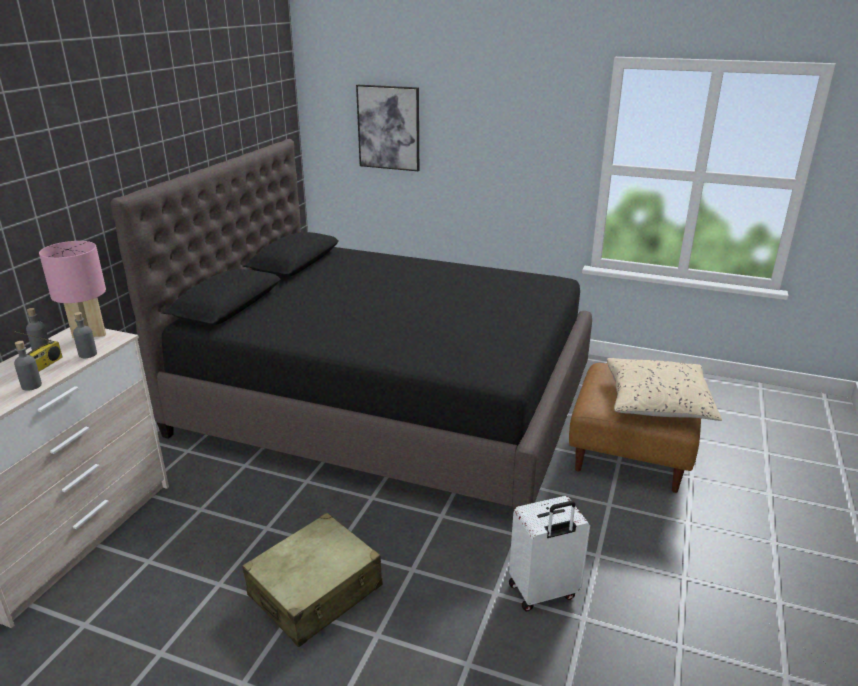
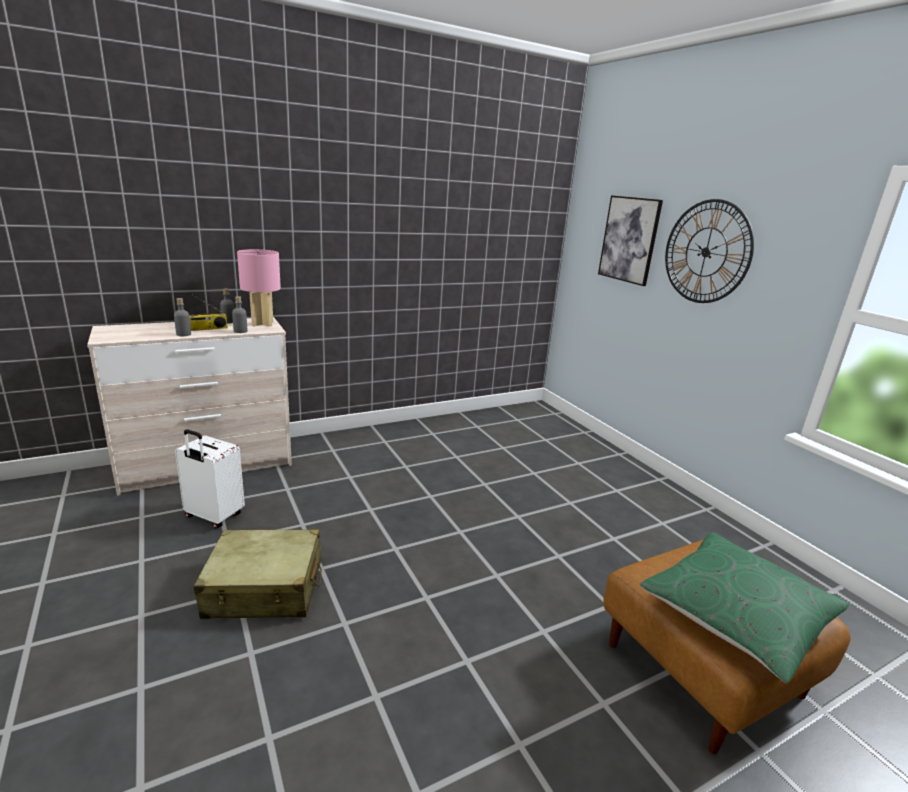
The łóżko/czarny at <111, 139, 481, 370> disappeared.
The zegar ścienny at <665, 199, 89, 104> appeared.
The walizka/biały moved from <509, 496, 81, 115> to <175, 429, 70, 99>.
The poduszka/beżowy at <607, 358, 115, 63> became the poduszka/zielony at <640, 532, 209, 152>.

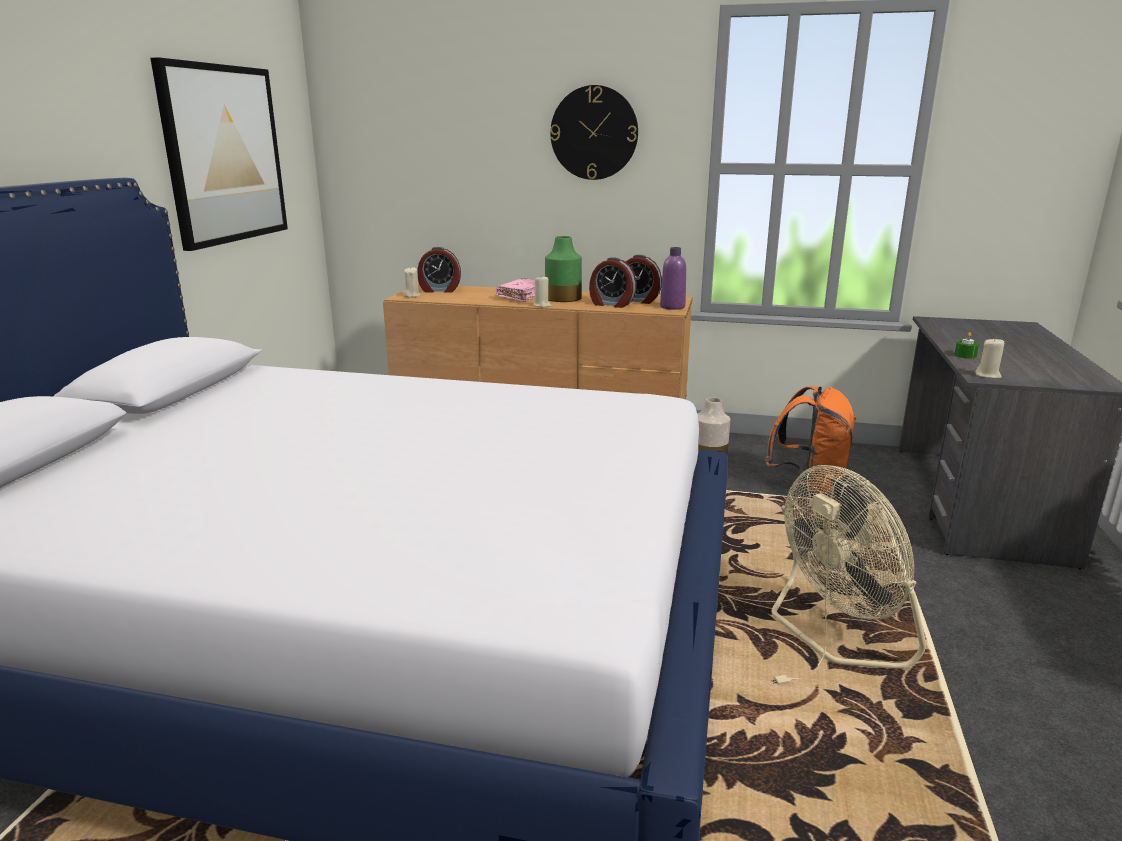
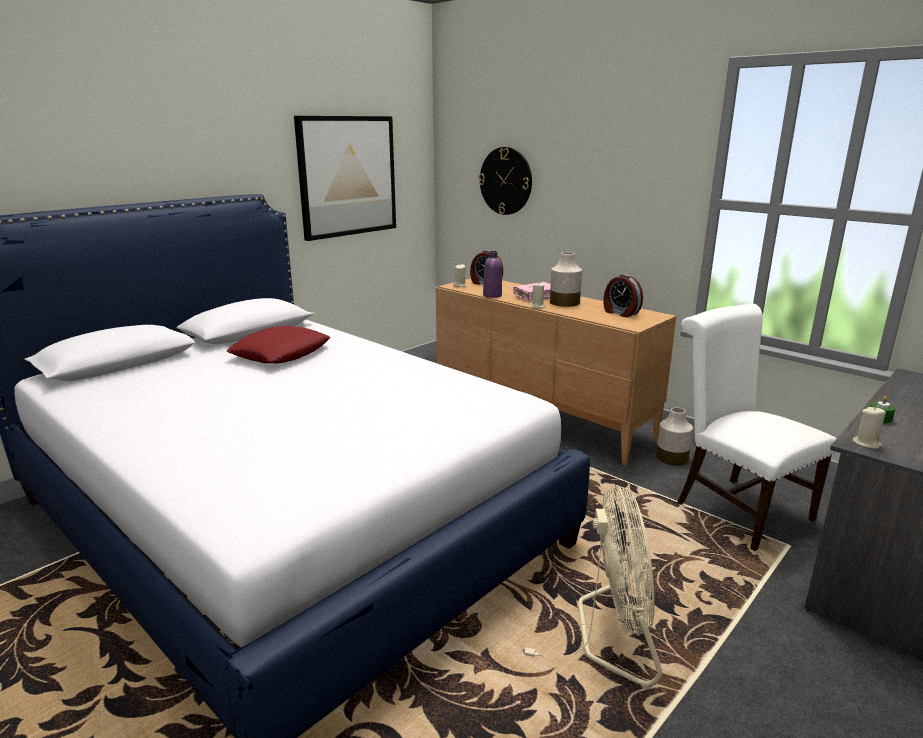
The budzik at <589, 257, 48, 51> disappeared.
The poduszka/czerwony at <227, 326, 103, 37> appeared.
The zegar ścienny moved from <550, 85, 88, 95> to <479, 147, 53, 68>.
The butelka/fioletowy moved from <660, 247, 26, 63> to <483, 251, 19, 47>.
The plecak/pomarańczowy at <765, 386, 91, 110> was replaced by the krzesło/biały at <677, 303, 160, 248>.
The wazon/zielony at <545, 236, 37, 66> became the wazon/beżowy at <550, 252, 32, 55>.

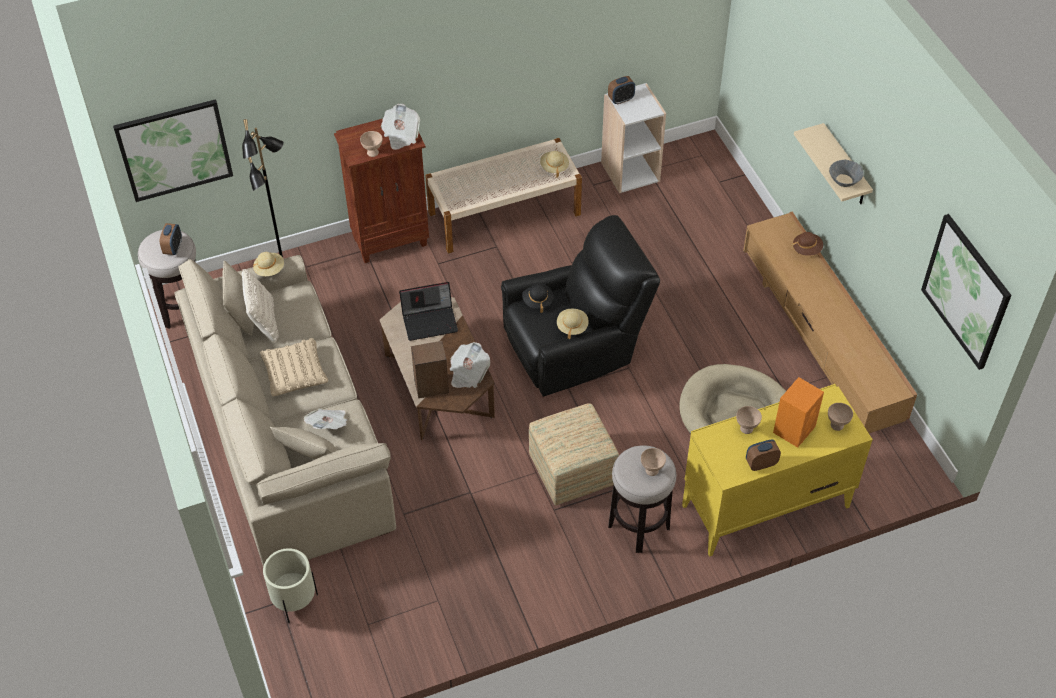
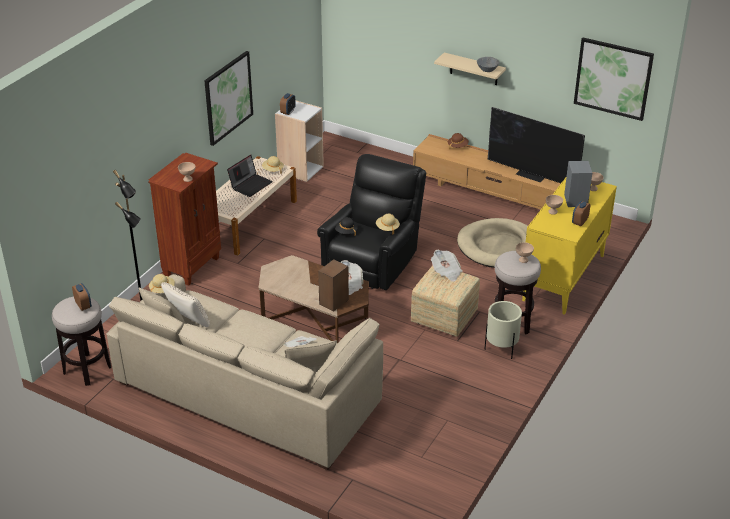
The poduszka/beżowy at <260, 338, 68, 58> disappeared.
The telewizor at <488, 107, 97, 76> appeared.
The obraz moved from <113, 99, 120, 103> to <204, 51, 49, 95>.
The donica/beżowy moved from <263, 548, 55, 76> to <485, 301, 37, 58>.
The gazeta moved from <381, 104, 39, 46> to <431, 250, 32, 32>.
The laptop moved from <399, 282, 59, 59> to <227, 155, 46, 42>.
The głośnik/pomarańczowy at <773, 377, 51, 71> became the głośnik/szary at <564, 161, 28, 46>.

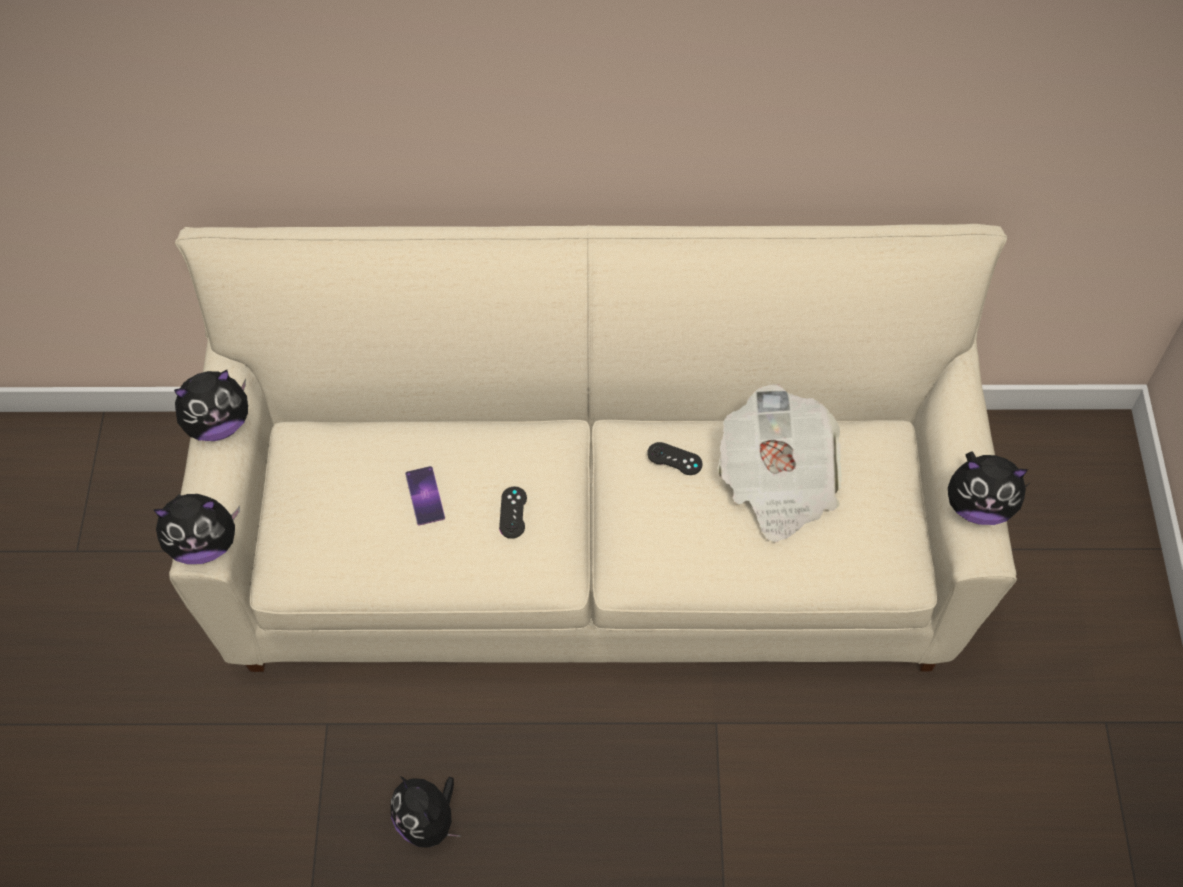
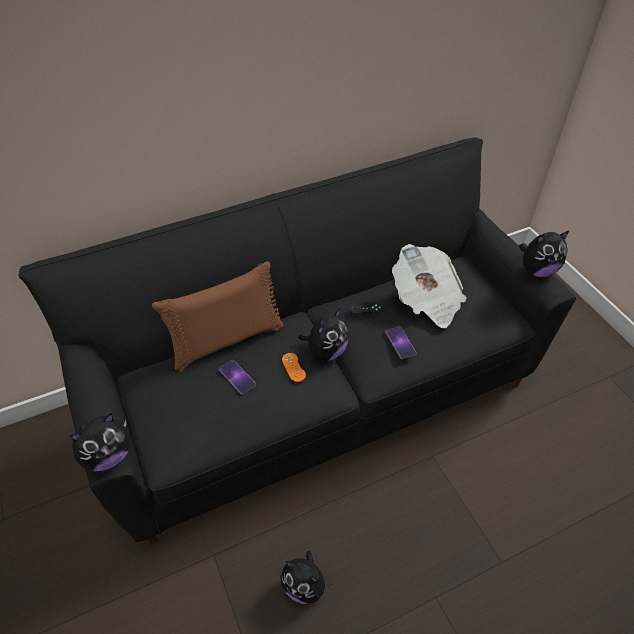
The poduszka/brązowy at <152, 261, 131, 110> appeared.
The telefon at <385, 326, 32, 33> appeared.
The pluszak moved from <174, 370, 74, 71> to <298, 308, 51, 53>.
The kanapa/beżowy at <169, 224, 848, 448> became the kanapa/czarny at <18, 137, 558, 408>.
The pad do gier/czarny at <499, 486, 28, 53> became the pad do gier/pomarańczowy at <282, 353, 24, 29>.

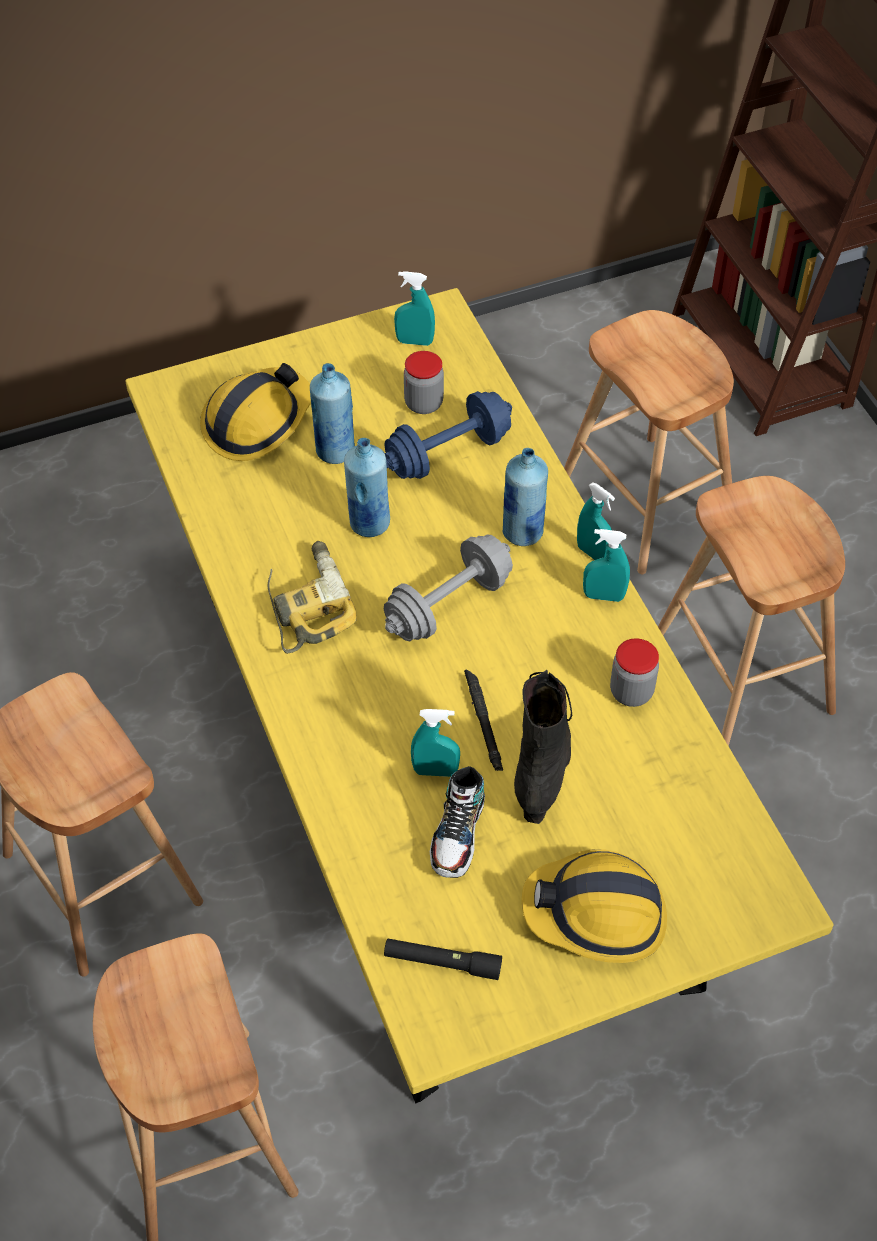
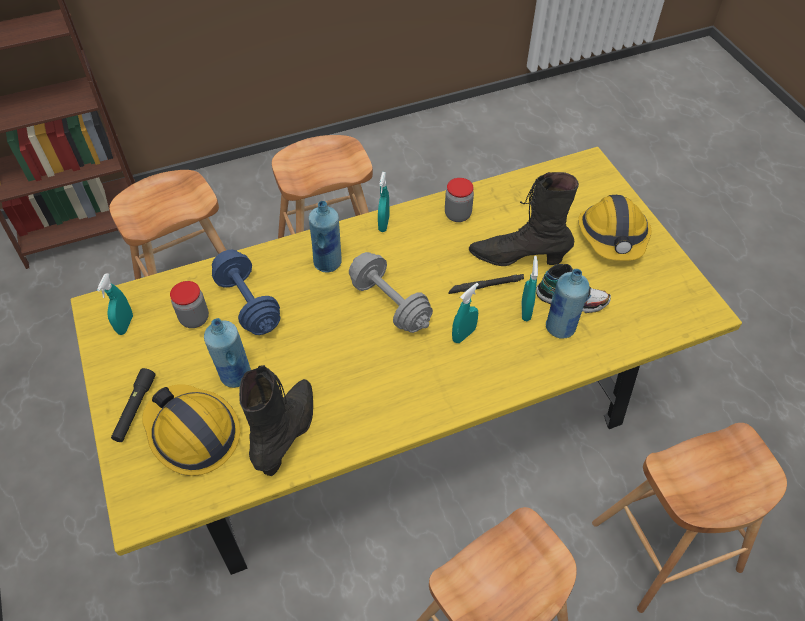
The wiertarka at <267, 541, 90, 113> disappeared.
The but z cholewką/czarny at <239, 365, 74, 111> appeared.
The butelka/niebieski moved from <344, 438, 46, 99> to <546, 269, 44, 70>.
The latarka/czarny moved from <384, 939, 118, 41> to <111, 368, 45, 74>.
The spryskiwacz/turkusowy moved from <577, 482, 38, 78> to <452, 283, 27, 60>.

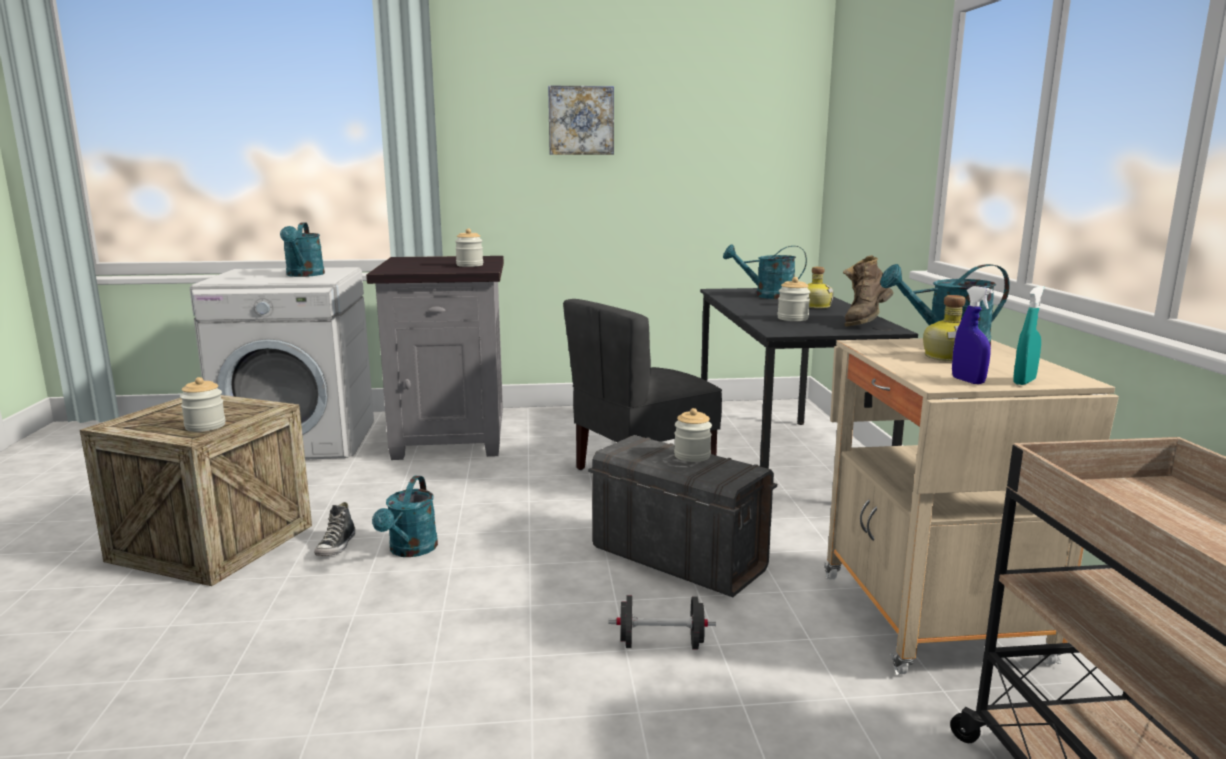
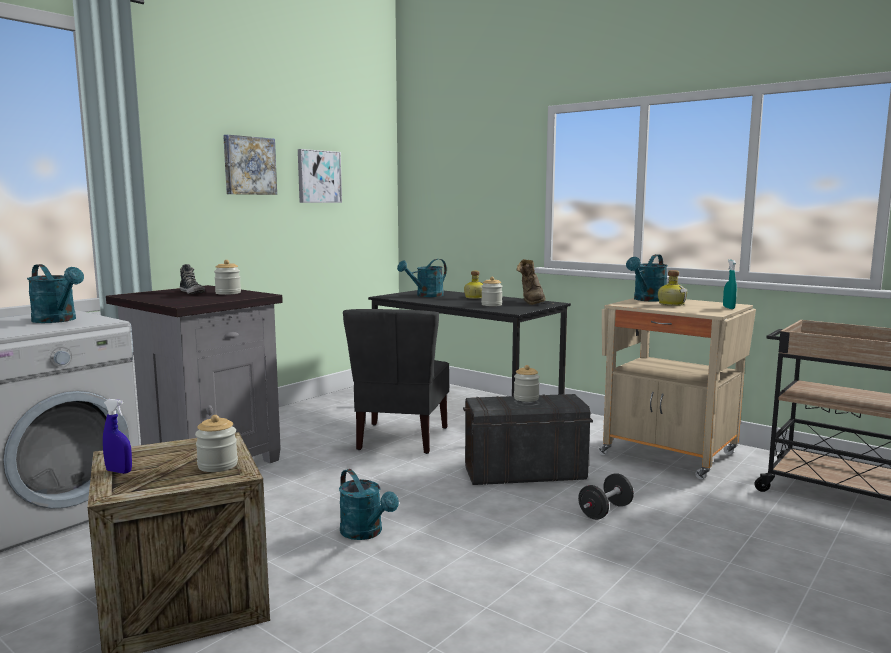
The obraz at <298, 149, 44, 54> appeared.
The but moved from <314, 502, 41, 55> to <180, 264, 25, 30>.
The spryskiwacz/niebieski moved from <952, 286, 41, 98> to <103, 399, 29, 75>.

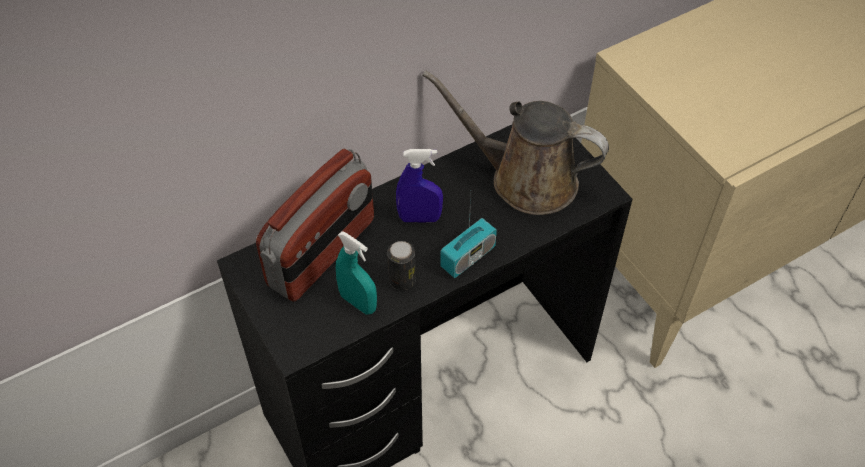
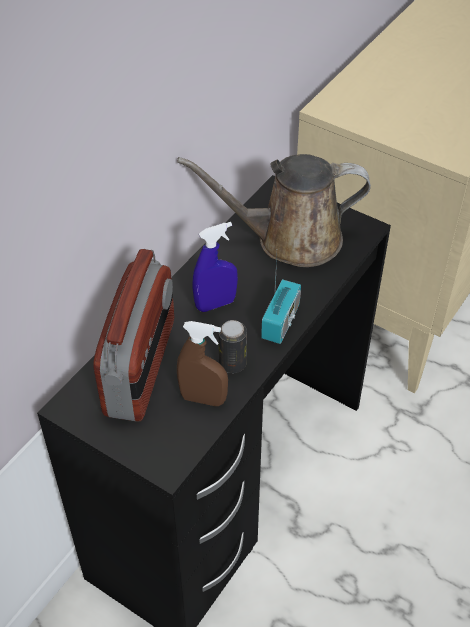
The spryskiwacz/turkusowy at <336, 231, 41, 84> became the spryskiwacz/brązowy at <177, 321, 51, 85>.

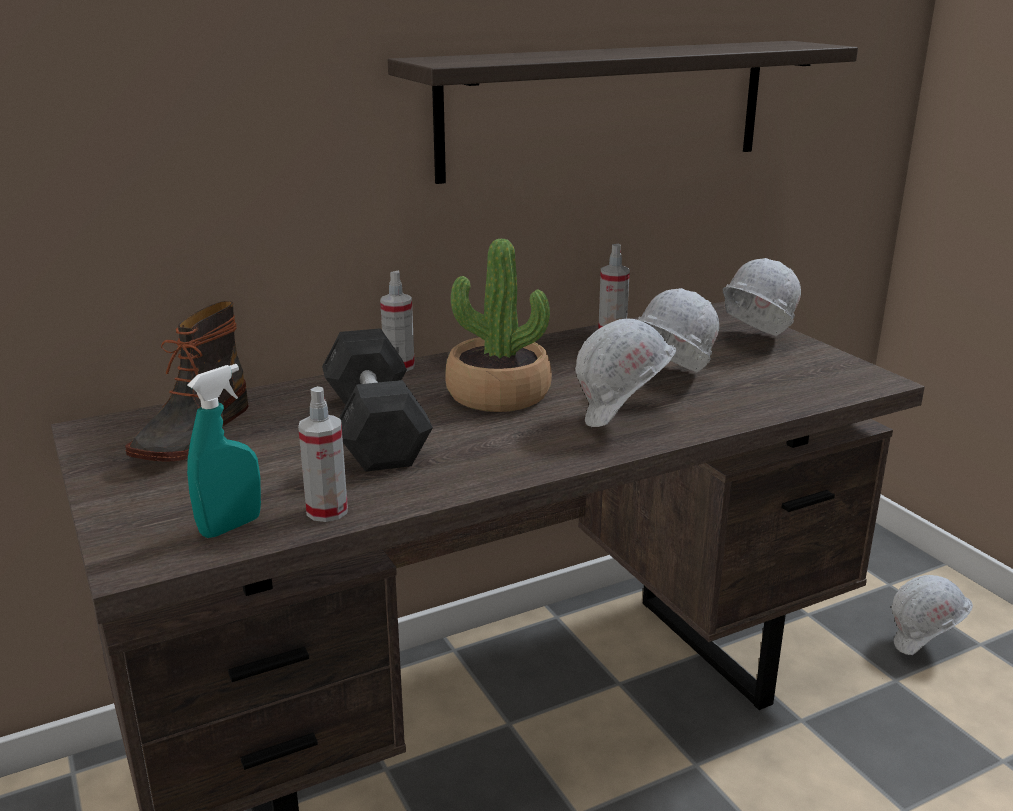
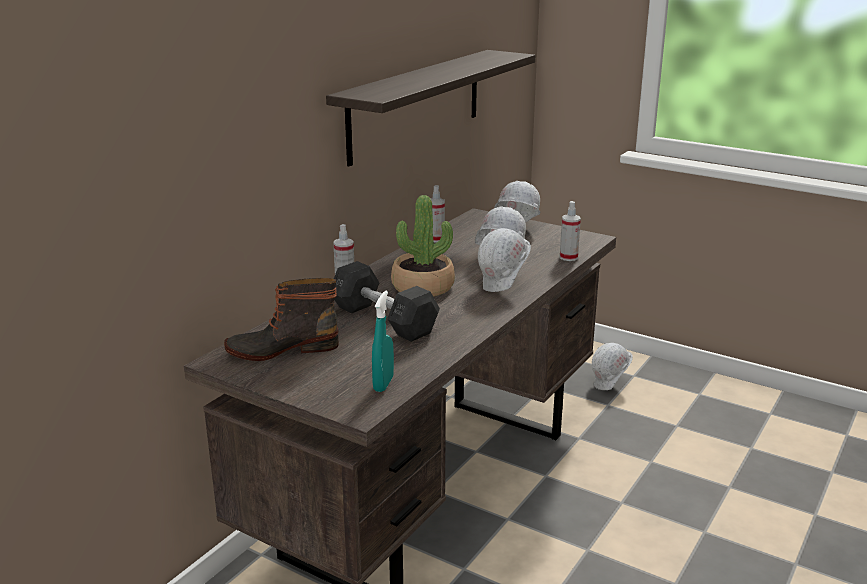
The spryskiwacz moved from <298, 386, 50, 136> to <560, 201, 21, 60>.
The but z cholewką at <125, 301, 124, 160> turned 90 degrees clockwise.

